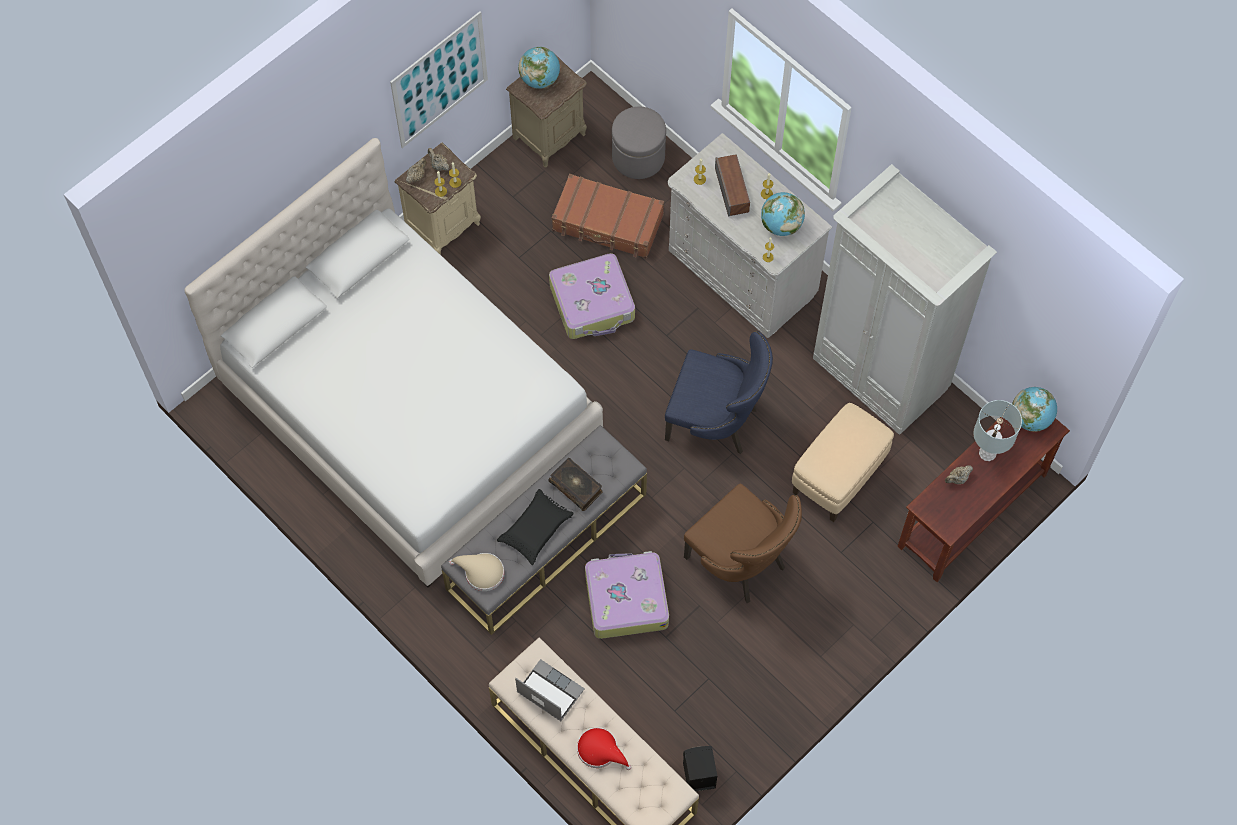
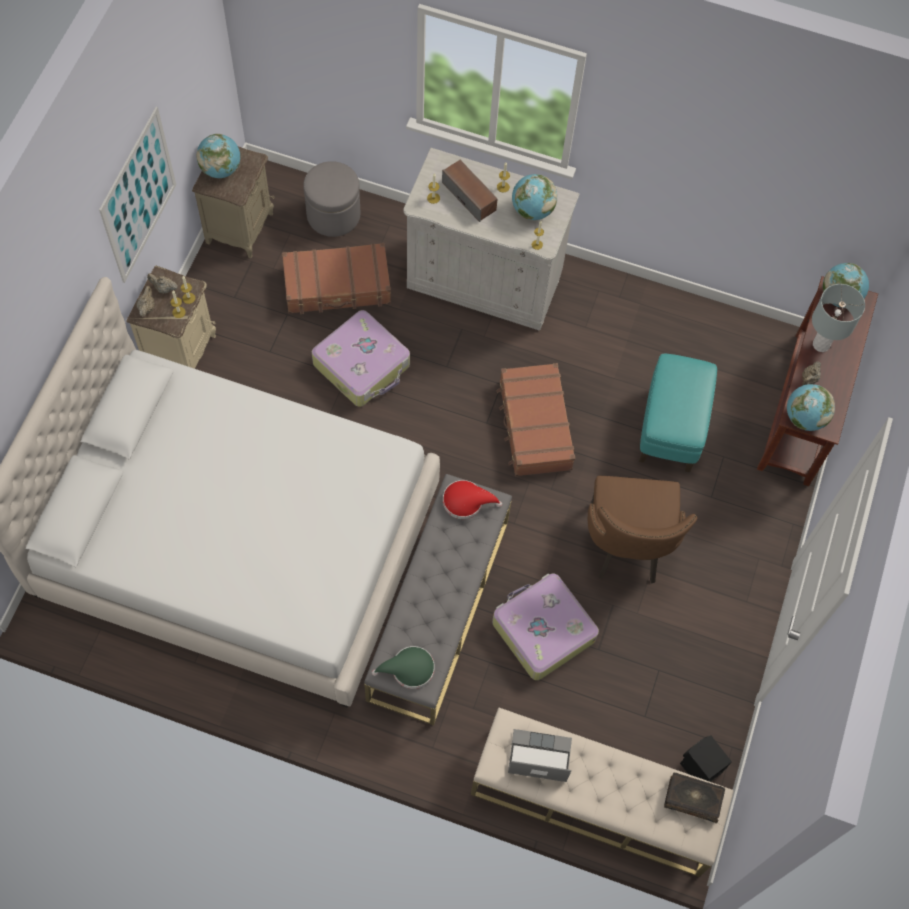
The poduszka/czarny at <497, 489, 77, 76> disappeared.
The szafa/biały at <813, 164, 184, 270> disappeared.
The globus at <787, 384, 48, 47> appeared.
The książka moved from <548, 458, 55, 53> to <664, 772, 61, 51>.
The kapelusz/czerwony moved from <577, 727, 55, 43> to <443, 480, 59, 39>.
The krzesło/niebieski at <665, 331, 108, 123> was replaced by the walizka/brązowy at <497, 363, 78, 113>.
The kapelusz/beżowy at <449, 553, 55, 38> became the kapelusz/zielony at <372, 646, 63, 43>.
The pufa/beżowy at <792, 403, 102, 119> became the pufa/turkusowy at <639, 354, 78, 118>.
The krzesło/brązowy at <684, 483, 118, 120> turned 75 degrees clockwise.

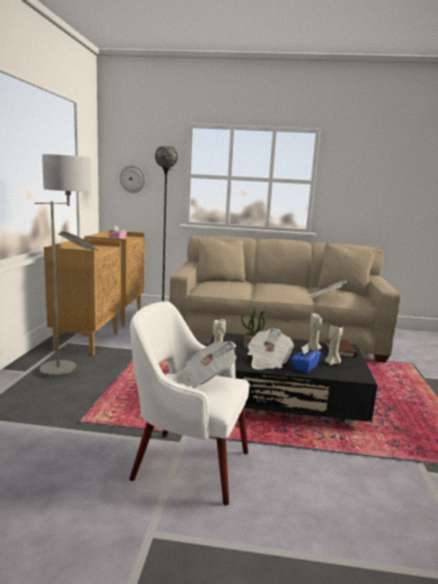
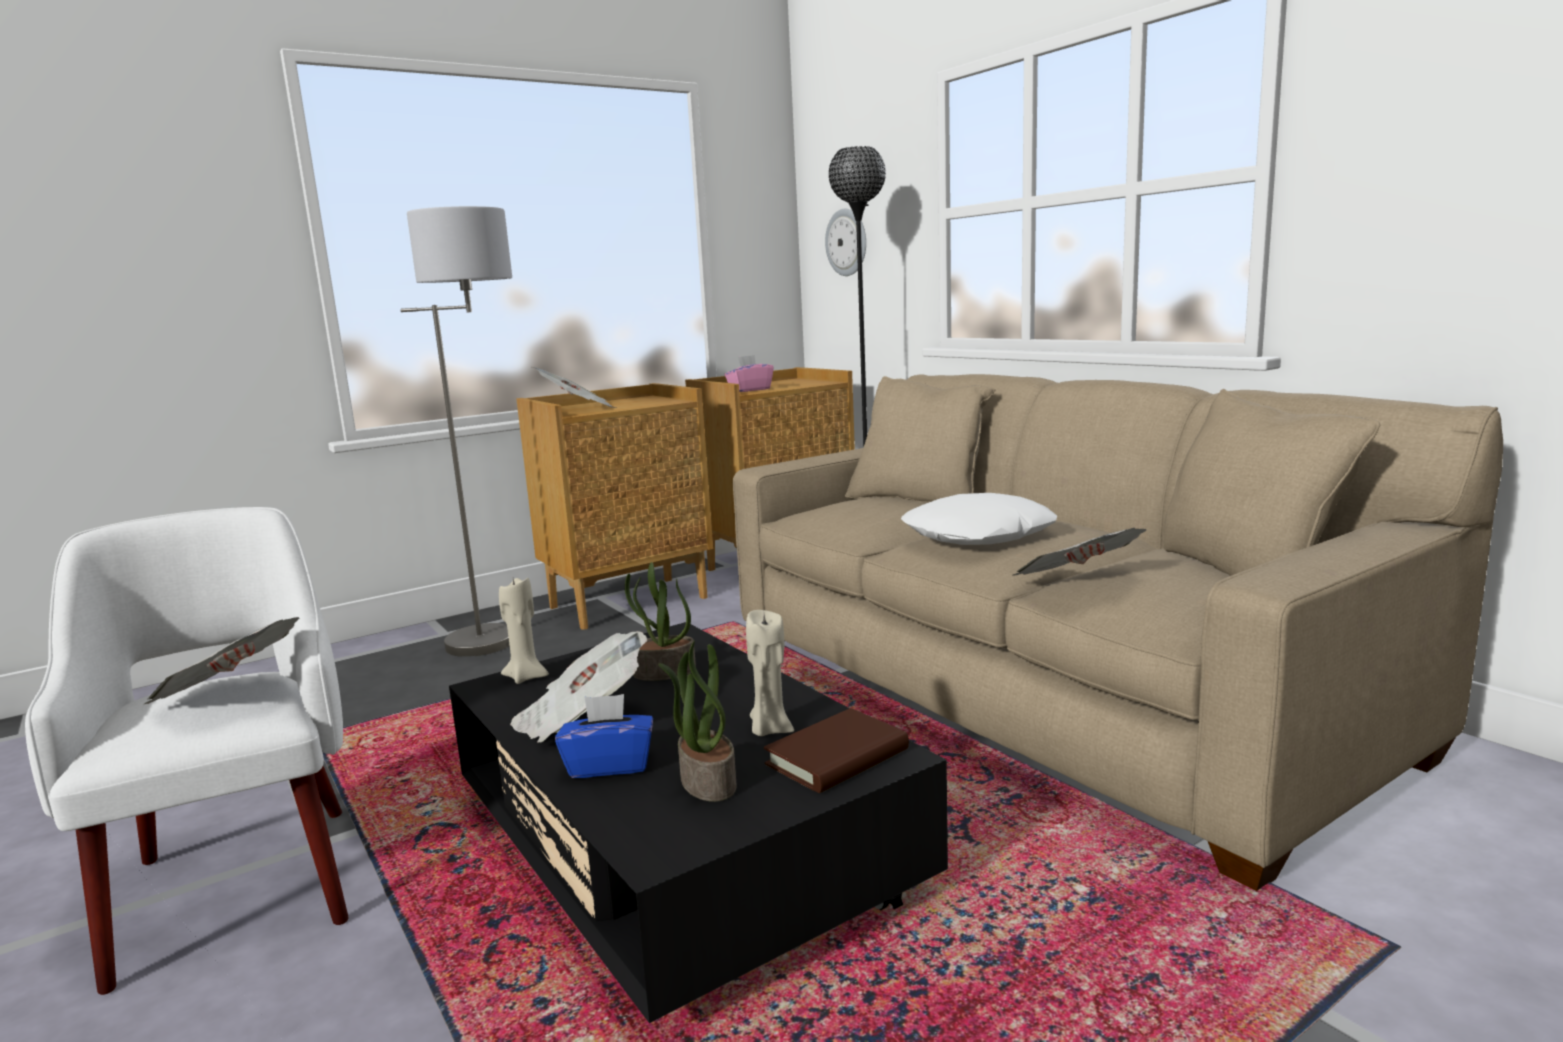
The poduszka/biały at <901, 493, 156, 52> appeared.
The świeca/beżowy at <325, 325, 18, 40> was replaced by the roślina doniczkowa at <658, 641, 79, 161>.

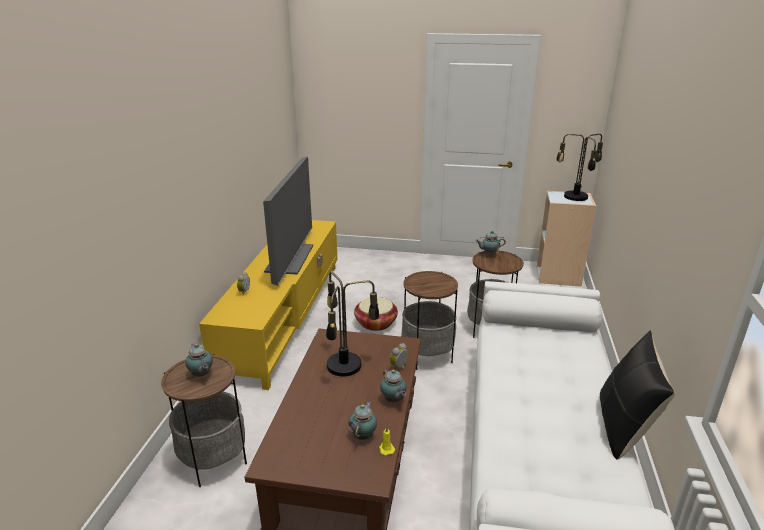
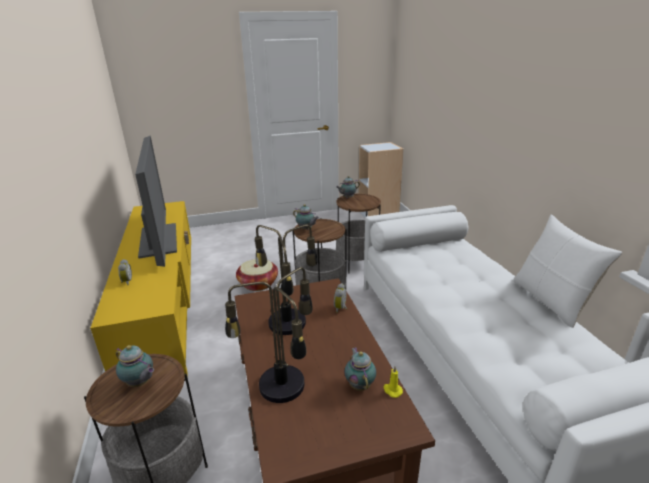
The imbryk moved from <380, 369, 26, 33> to <293, 204, 26, 26>.
The lampa stołowa moved from <557, 134, 46, 67> to <225, 267, 88, 136>.
The poduszka/czarny at <600, 330, 76, 130> became the poduszka/biały at <514, 215, 108, 113>.

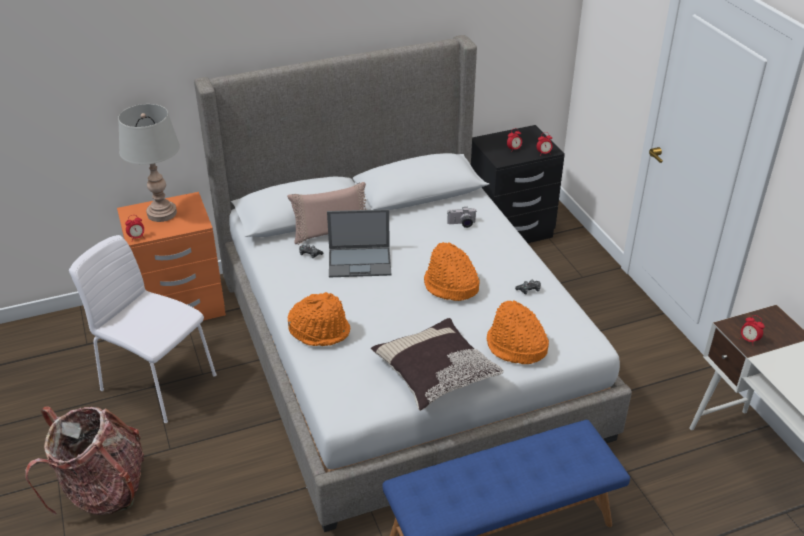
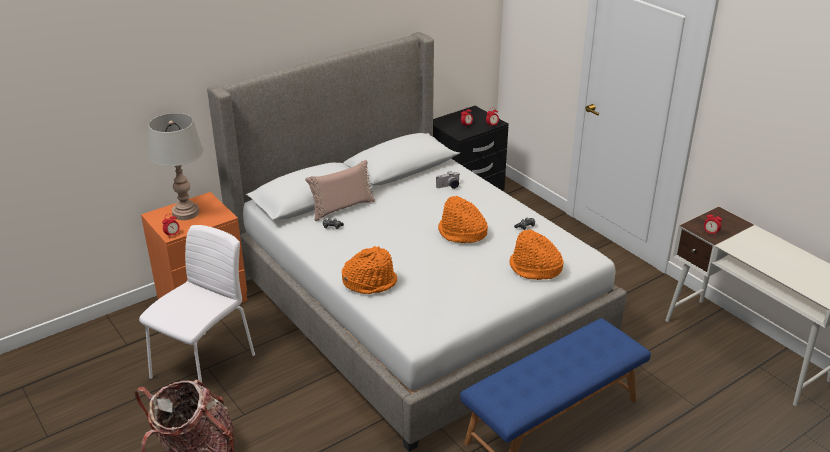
The laptop at <327, 209, 64, 69> disappeared.
The poduszka at <371, 318, 133, 93> disappeared.
The krzesło/biały at <69, 235, 147, 188> turned 105 degrees clockwise.

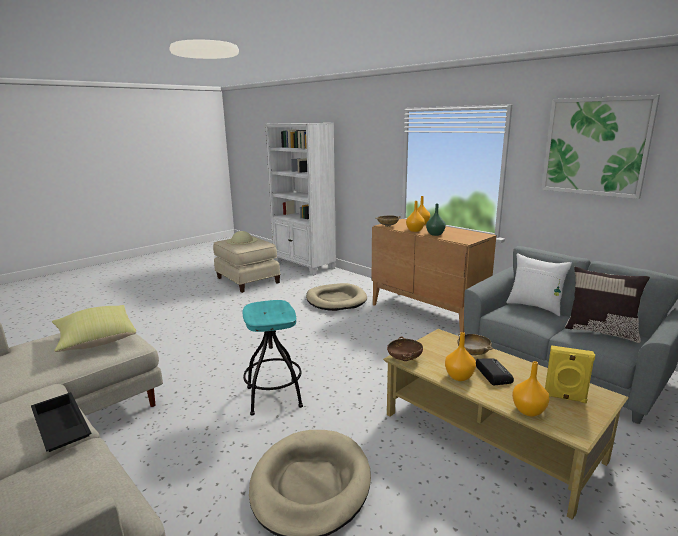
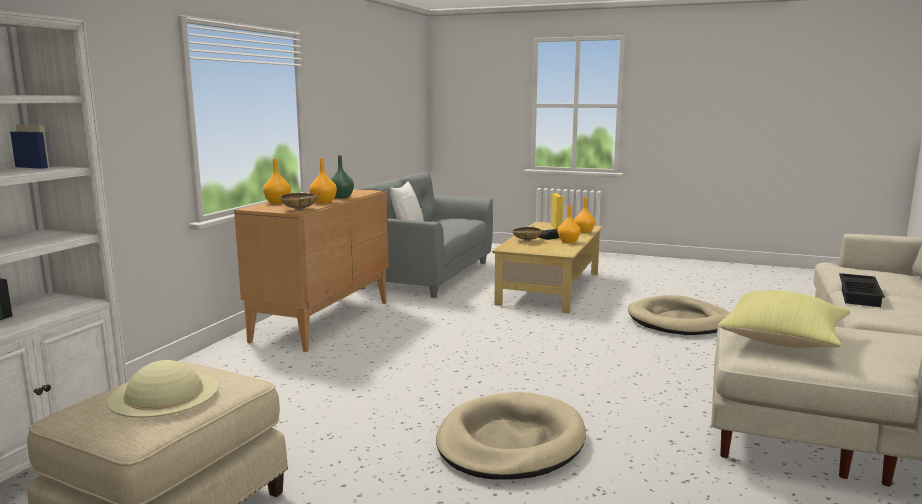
The stołek/turkusowy at <242, 300, 61, 115> disappeared.
The miska/brązowy at <387, 337, 36, 24> disappeared.
The obraz at <541, 95, 119, 104> disappeared.
The poduszka at <565, 267, 85, 76> disappeared.
The legowisko/beżowy moved from <306, 283, 61, 28> to <436, 392, 150, 88>.

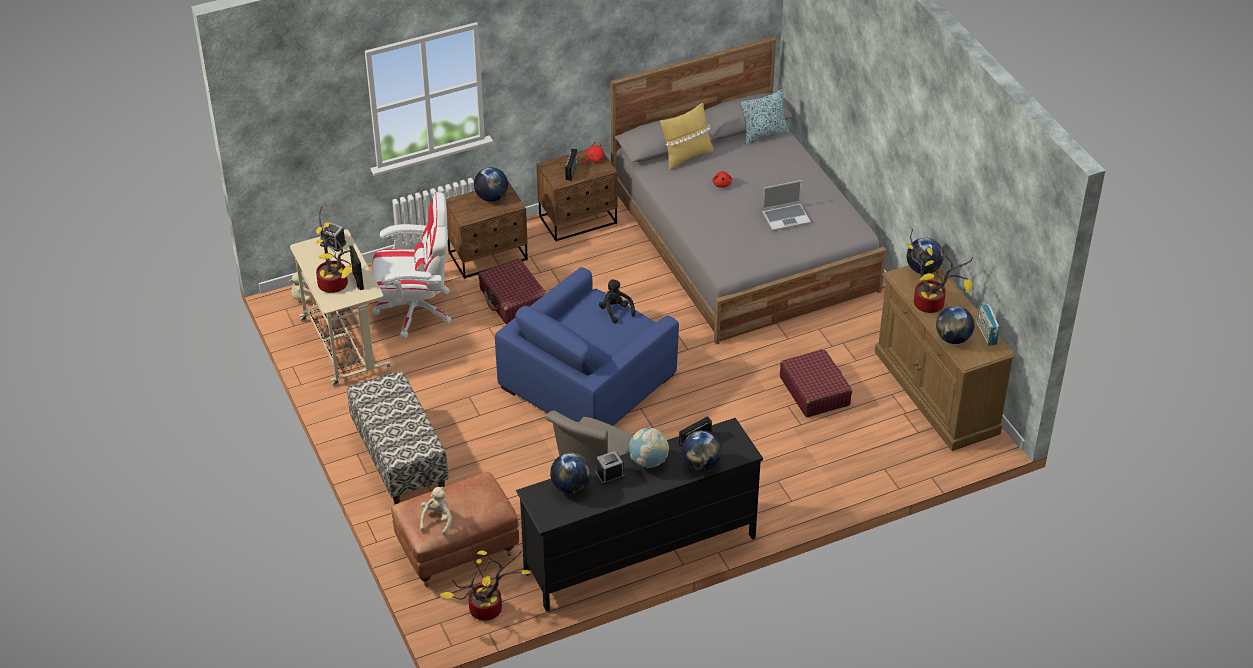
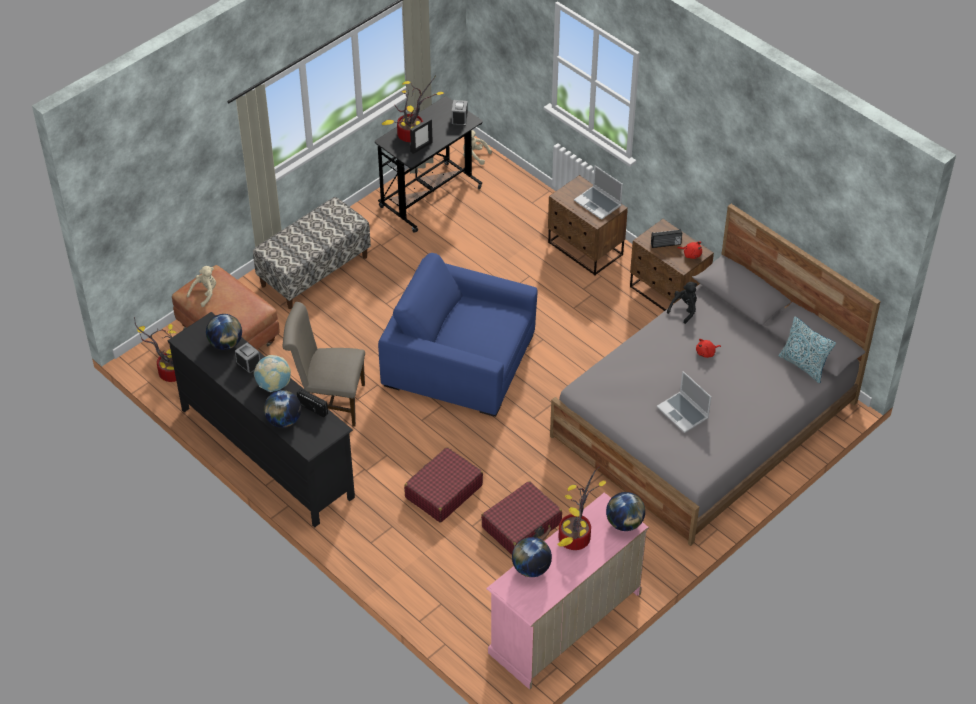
The krzesło biurowe/biały at <372, 192, 79, 146> disappeared.
The poduszka/żółty at <660, 103, 54, 68> disappeared.
The radio at <976, 303, 24, 43> disappeared.
The walizka/czerwony moved from <478, 258, 68, 66> to <404, 447, 79, 75>.
The pluszak/czarny moved from <599, 279, 36, 45> to <667, 282, 30, 42>.
The globus at <474, 167, 34, 35> was replaced by the laptop at <574, 165, 49, 55>.
The biurko/beżowy at <290, 229, 101, 157> became the biurko/czarny at <375, 96, 107, 137>.
The szafka/brązowy at <875, 265, 140, 186> became the szafka/różowy at <486, 492, 163, 198>.
The pluszak/beżowy at <420, 487, 32, 49> turned 45 degrees counterclockwise.

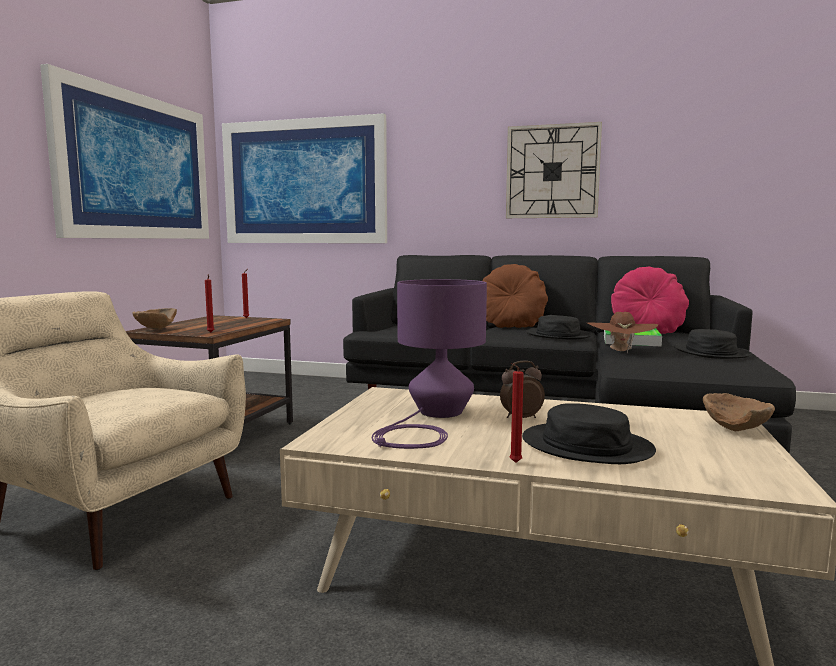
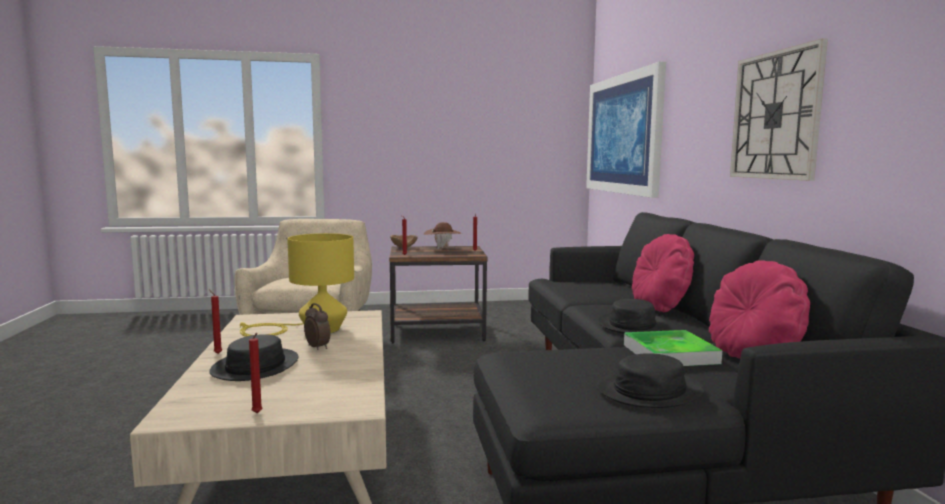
The obraz at <40, 64, 169, 175> disappeared.
The miska/brązowy at <703, 393, 72, 38> disappeared.
The świeca/czerwony at <249, 333, 14, 80> appeared.
The kapelusz/brązowy moved from <588, 312, 70, 42> to <424, 222, 38, 27>.
The lampa stołowa/fioletowy at <372, 279, 115, 170> became the lampa stołowa/żółty at <240, 233, 114, 104>.
The poduszka/brązowy at <482, 264, 66, 64> became the poduszka/różowy at <632, 234, 62, 78>.

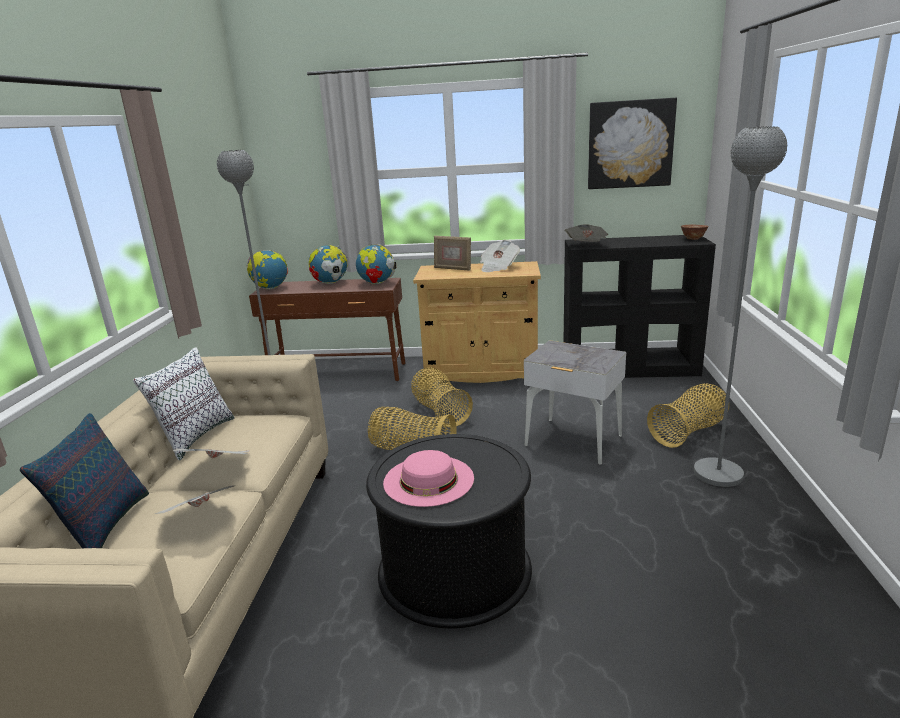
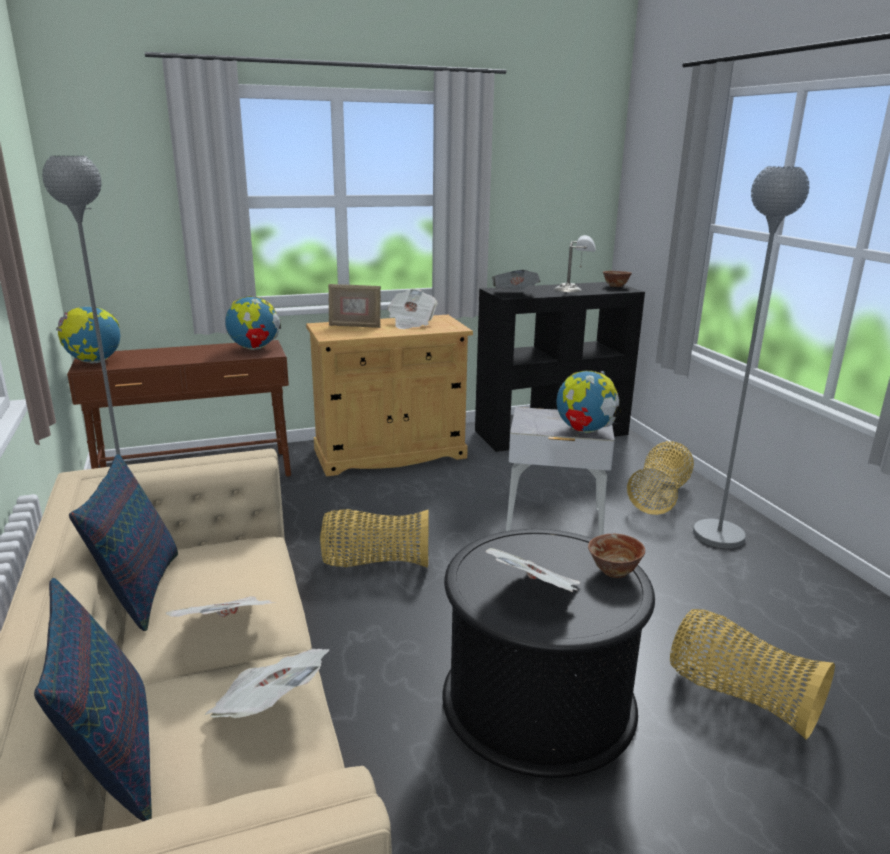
The obraz at <588, 98, 89, 91> disappeared.
The lampa stołowa/biały at <554, 235, 42, 57> appeared.
The miska at <588, 534, 57, 44> appeared.
The globus moved from <308, 245, 39, 39> to <557, 371, 64, 62>.
The koszyk moved from <411, 368, 62, 59> to <670, 609, 165, 130>.
The kapelusz/różowy at <383, 450, 91, 57> was replaced by the gazeta at <486, 548, 94, 44>.
The poduszka/biały at <133, 347, 101, 114> became the poduszka/niebieski at <69, 454, 109, 177>.

